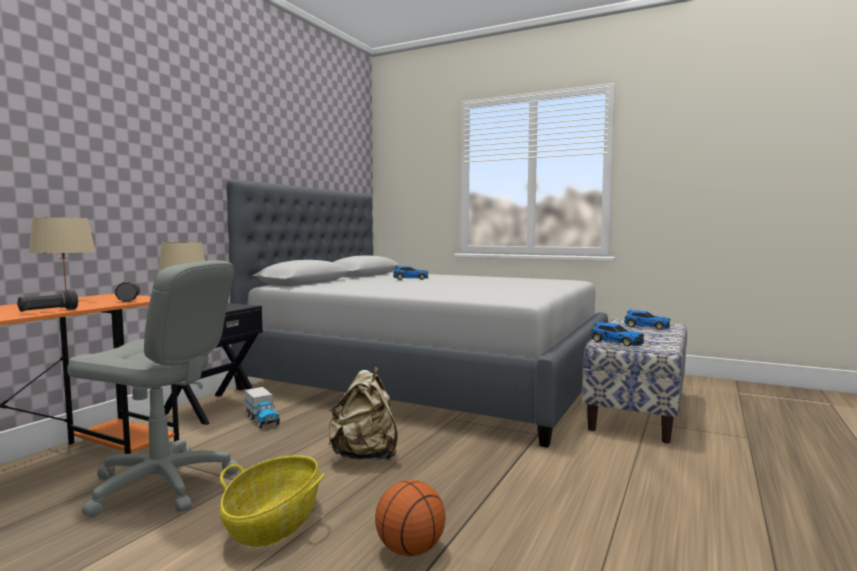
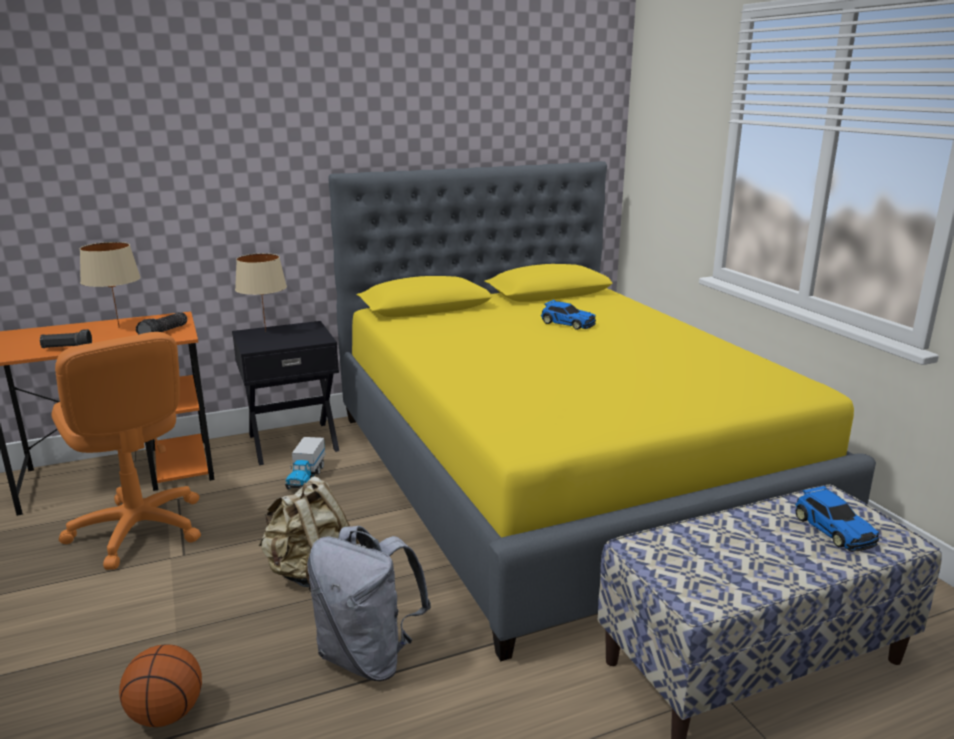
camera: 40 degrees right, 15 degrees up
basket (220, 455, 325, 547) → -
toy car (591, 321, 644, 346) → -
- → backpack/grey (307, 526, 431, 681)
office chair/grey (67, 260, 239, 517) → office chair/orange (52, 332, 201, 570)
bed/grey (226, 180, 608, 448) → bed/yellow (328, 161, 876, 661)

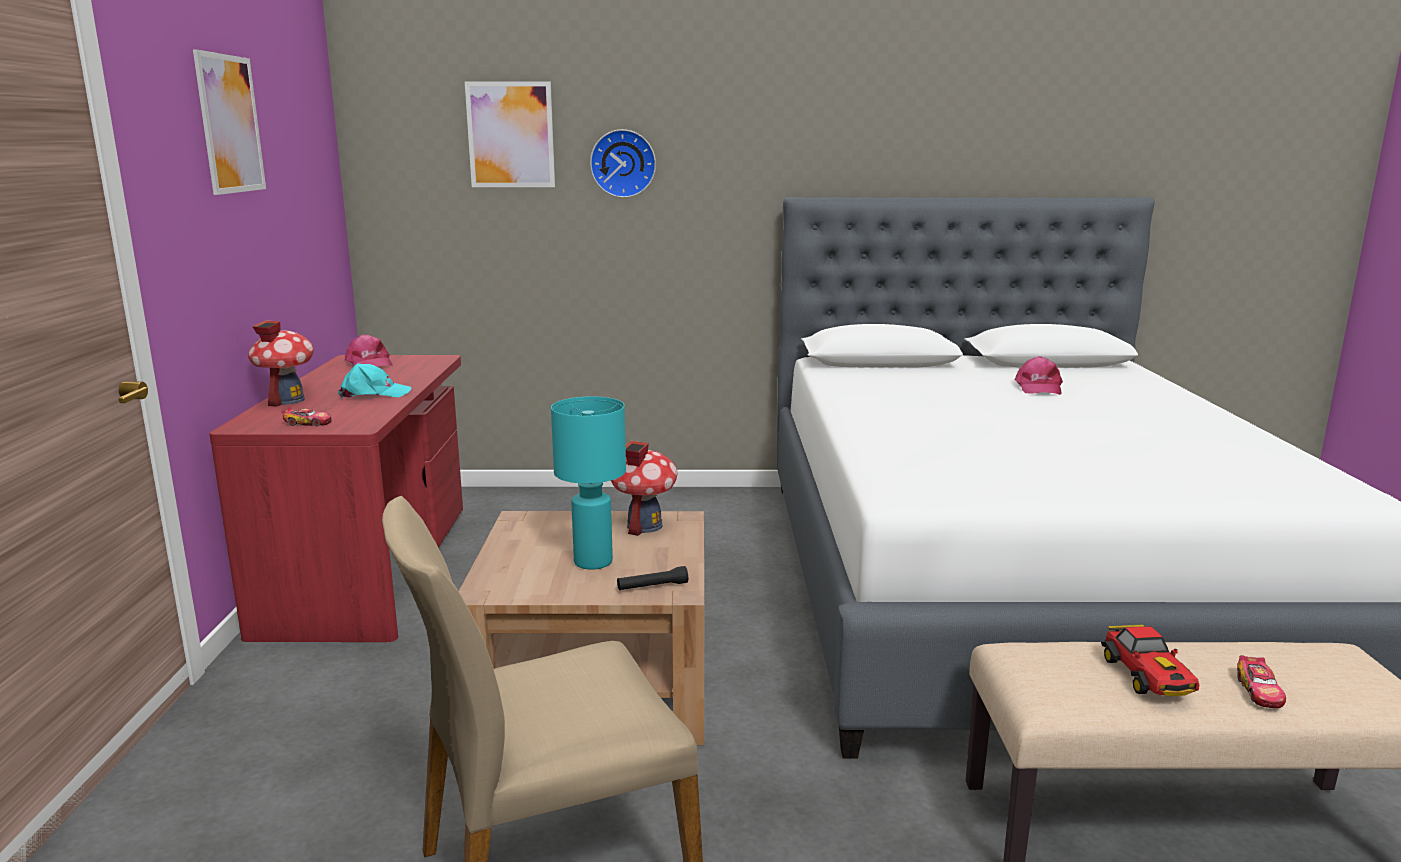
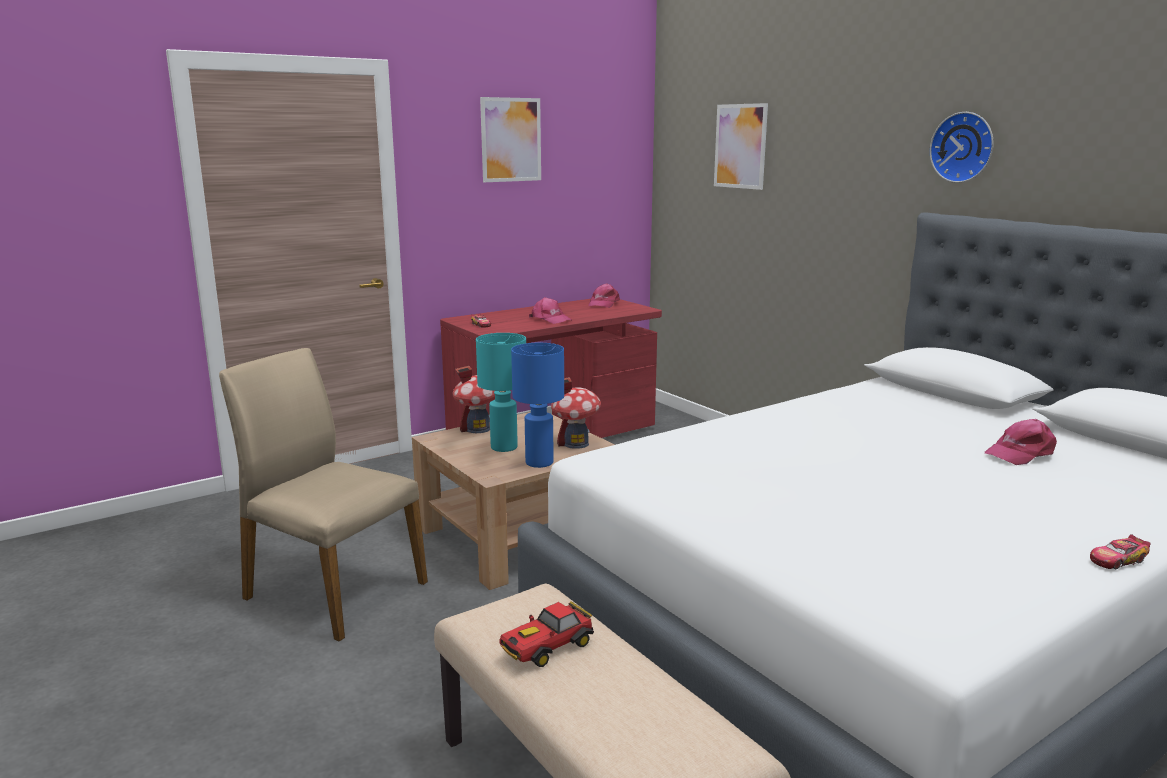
camera: 55 degrees right, 0 degrees up
flashlight/black (617, 566, 688, 590) → -
- → table lamp/blue (511, 343, 564, 468)
toy house (248, 320, 314, 407) → toy house (453, 366, 495, 433), moved
wall clock (590, 129, 656, 198) → wall clock (930, 112, 994, 183), moved
toy car (1237, 655, 1286, 708) → toy car (1090, 534, 1151, 570), moved
cap/turquoise (338, 363, 412, 398) → cap/pink (529, 297, 572, 324)

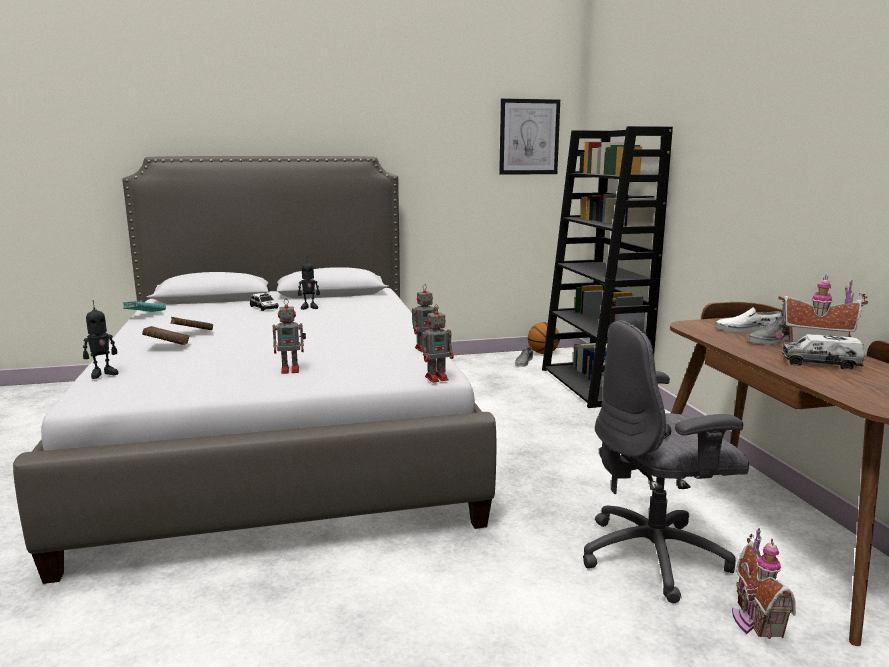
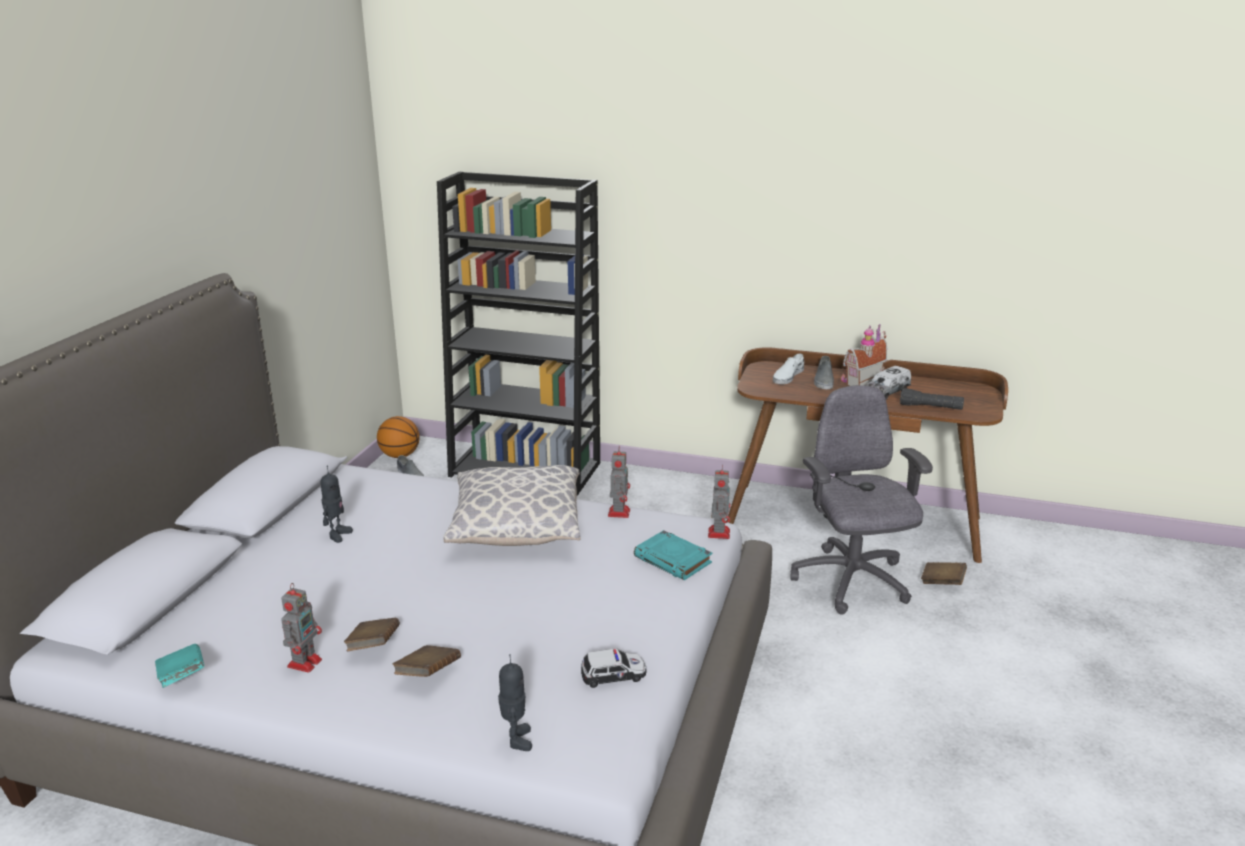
camera: 60 degrees left, 10 degrees up
picture (499, 98, 560, 175) → -
- → pillow (443, 465, 581, 546)
- → book/turquoise (634, 530, 712, 580)
- → flashlight/black (899, 388, 964, 410)
toy car (250, 293, 279, 311) → toy car (581, 648, 647, 688), moved
toy robot (273, 301, 306, 374) → toy robot (281, 583, 322, 673), moved
toy house (732, 528, 796, 639) → book/brown (921, 562, 967, 585)
office chair/grey (583, 320, 749, 603) → office chair/grey (790, 385, 933, 615), 150 degrees clockwise

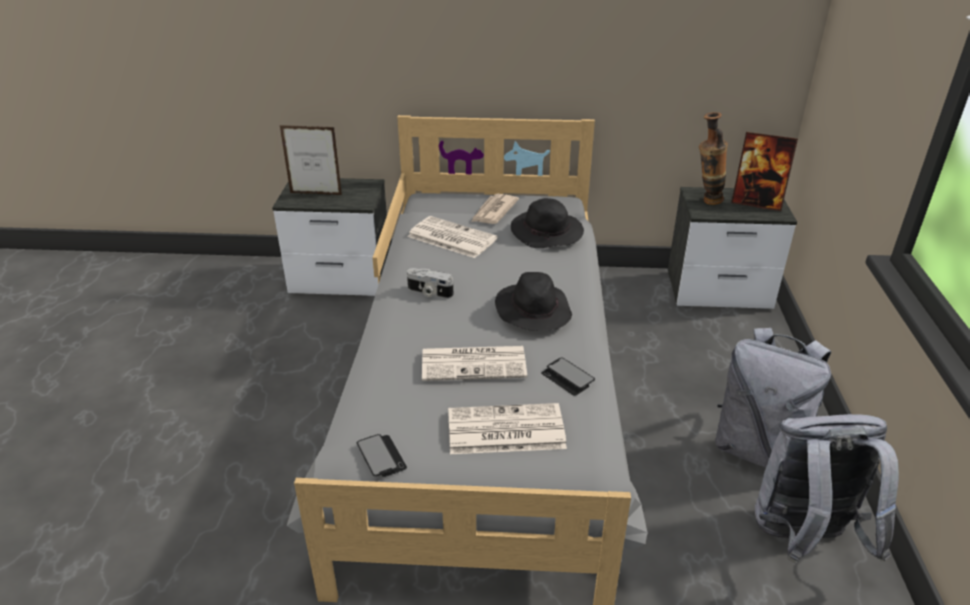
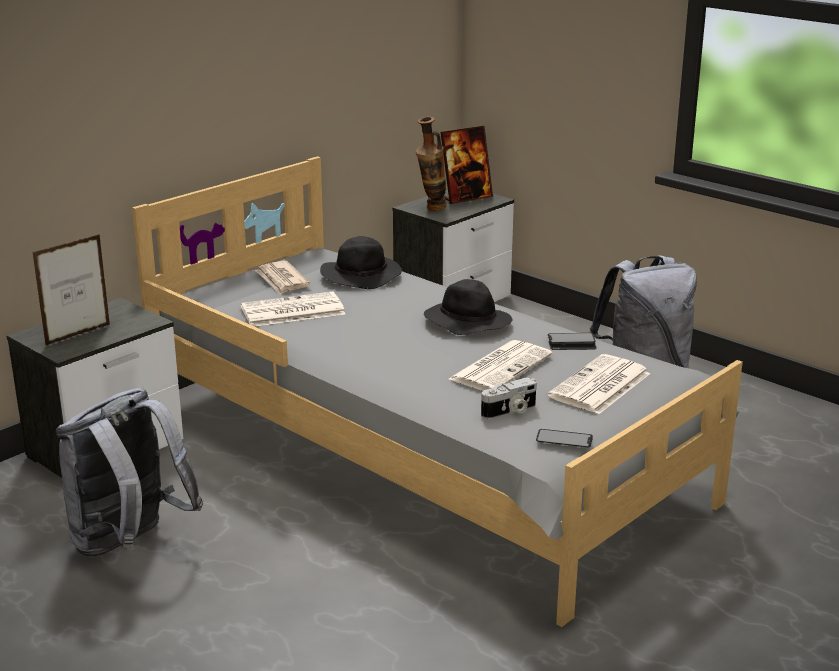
camera: 50 degrees left, 10 degrees down
photo camera (407, 268, 454, 299) → photo camera (481, 377, 537, 419), moved
backpack/grey (755, 414, 899, 563) → backpack/grey (56, 387, 203, 557), moved

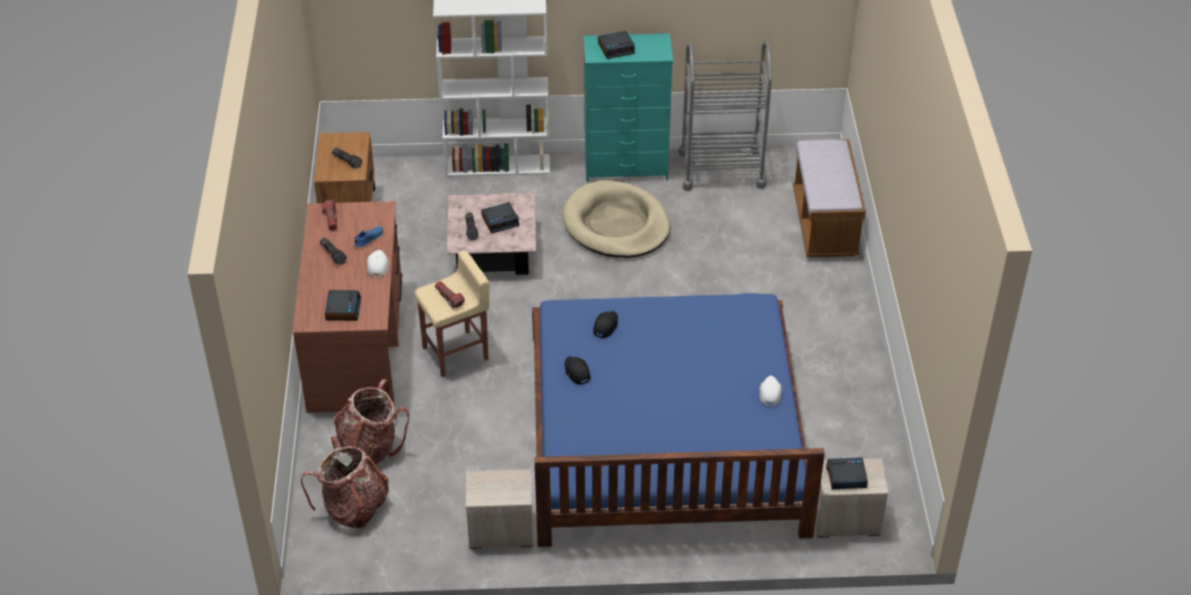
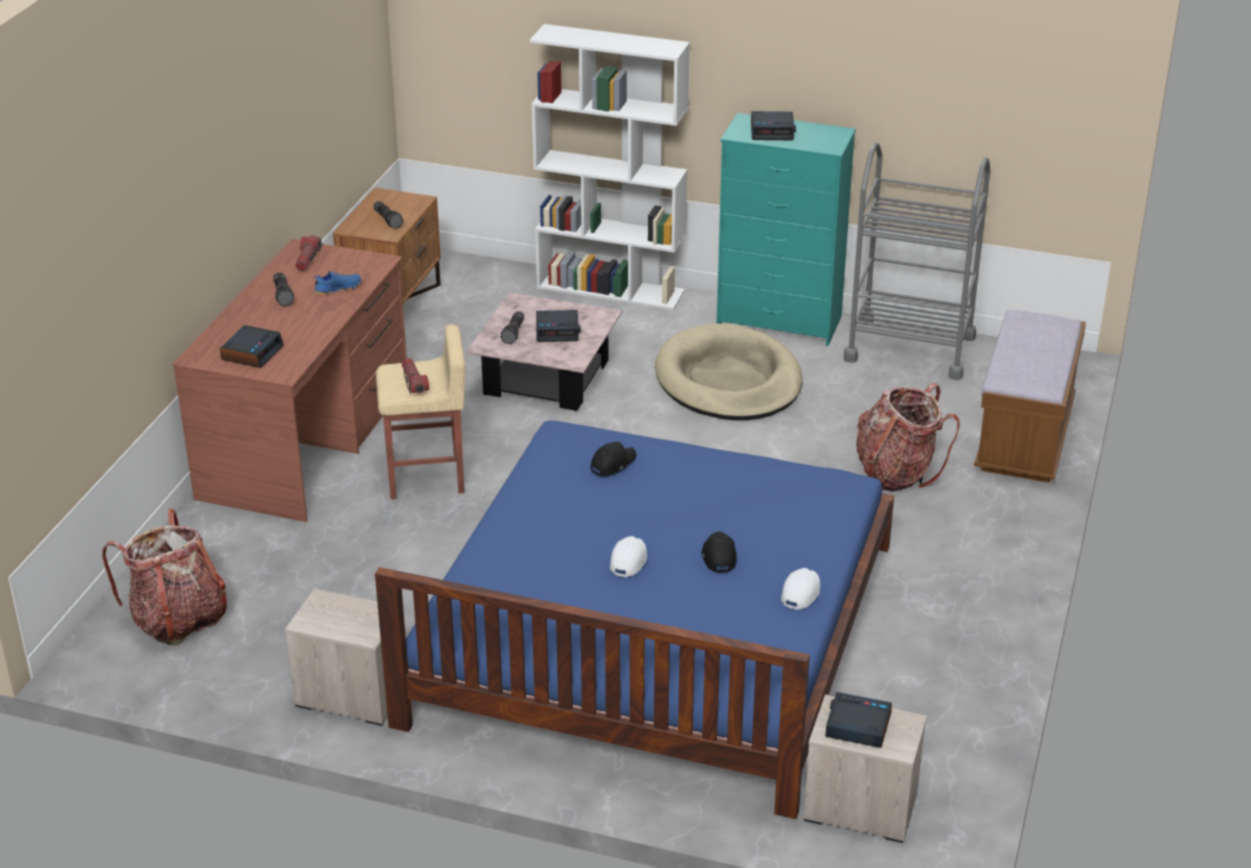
camera: 20 degrees right, 10 degrees down
backpack (334, 379, 409, 465) → backpack (856, 383, 960, 492), moved
cap/white (367, 250, 389, 278) → cap/white (610, 536, 647, 577), moved
cap/black (565, 356, 590, 385) → cap/black (702, 531, 737, 572), moved

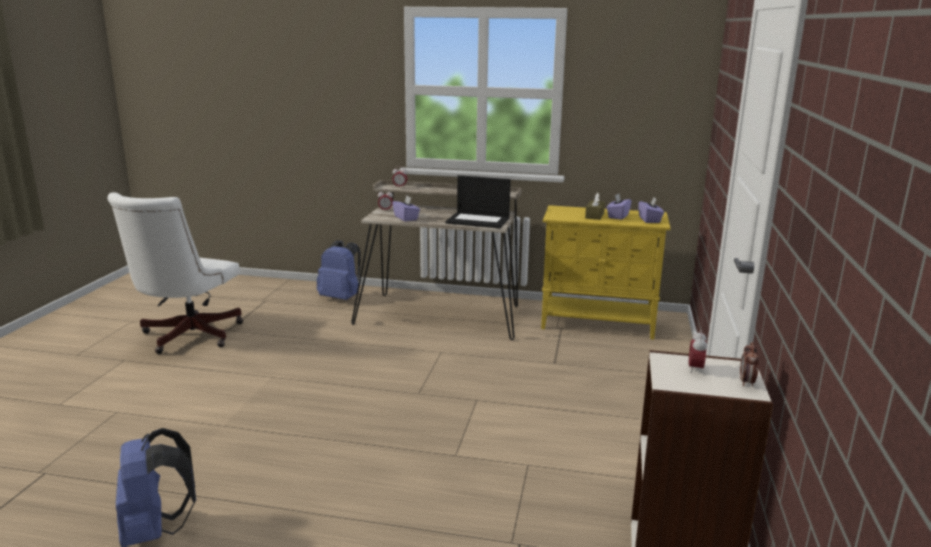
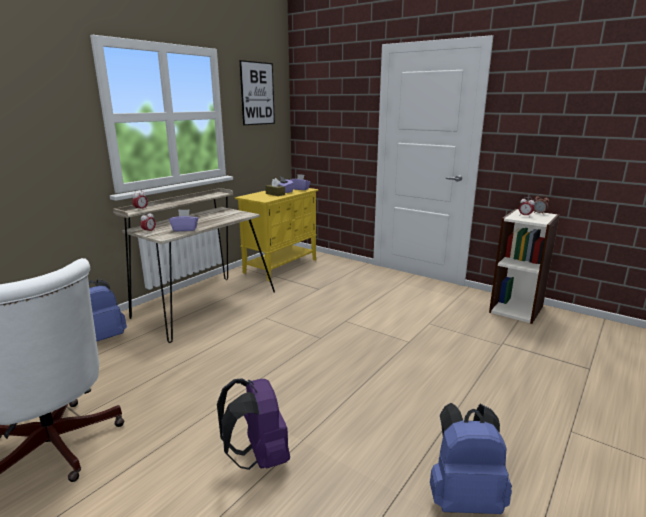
camera: 65 degrees left, 0 degrees up
laptop (445, 175, 511, 229) → -
- → backpack/purple (217, 378, 290, 470)
- → picture (240, 60, 275, 125)

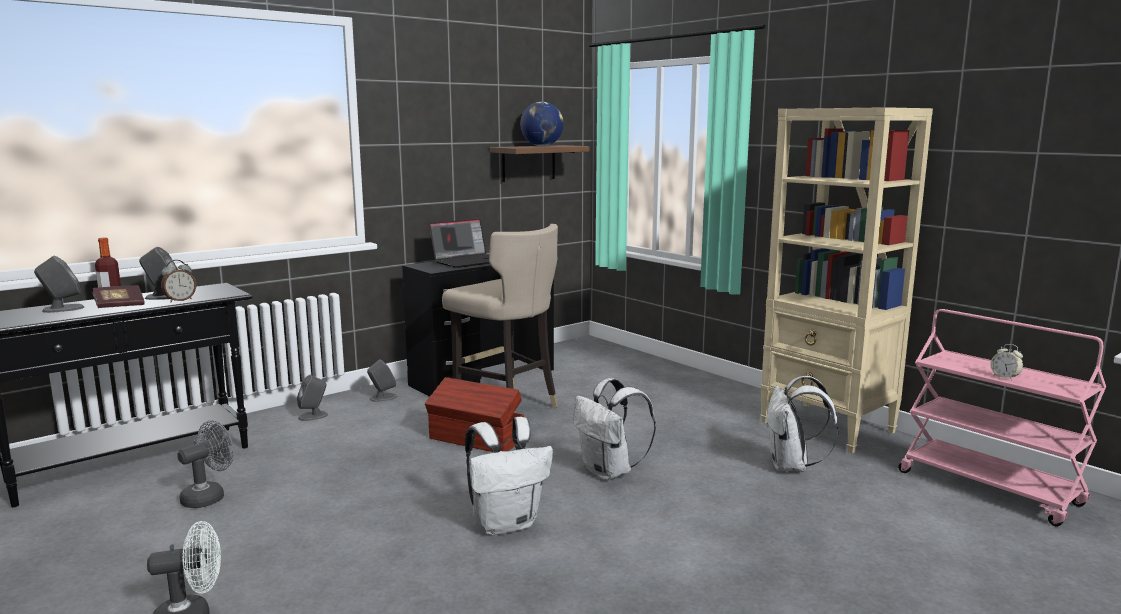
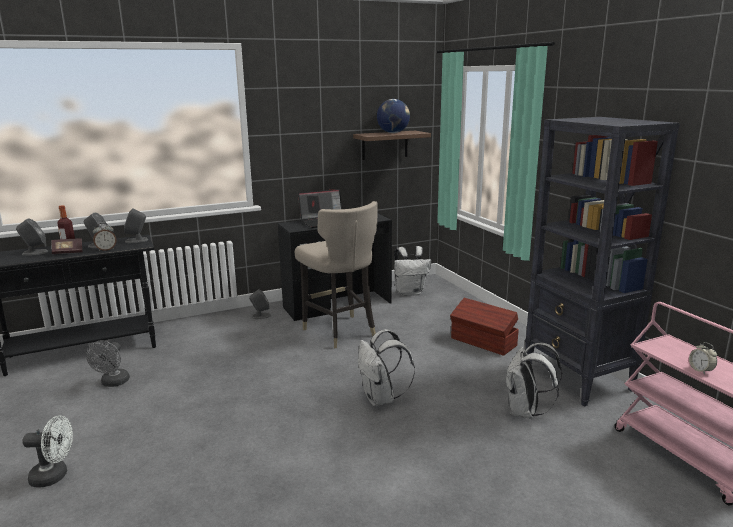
camera: 15 degrees right, 5 degrees up
speaker/grey (297, 375, 328, 421) → speaker/grey (124, 209, 148, 243), moved
storage box/brown (425, 377, 524, 452) → storage box/brown (450, 298, 519, 356), moved
backpack/white (465, 417, 553, 535) → backpack/white (394, 246, 431, 296), moved
bookcase/beige (760, 107, 933, 453) → bookcase/black (525, 117, 680, 407)
fan/grey (177, 420, 234, 508) → fan/grey (86, 341, 130, 387), 135 degrees clockwise

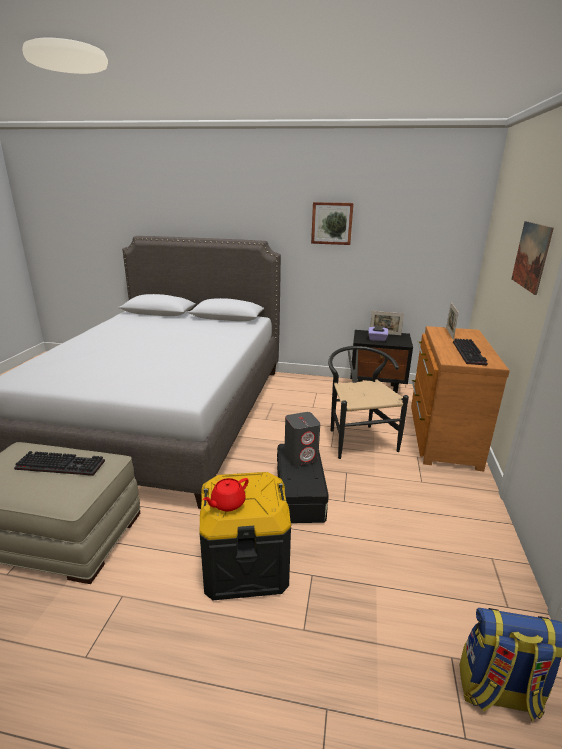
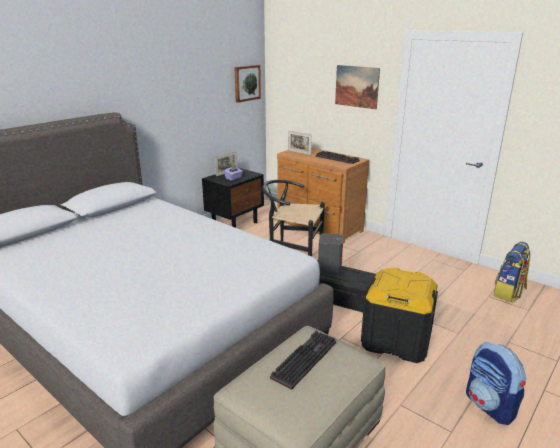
camera: 60 degrees left, 0 degrees up
teapot/red (203, 478, 249, 511) → -
- → backpack (466, 342, 526, 425)
picture (311, 202, 354, 245) → picture (234, 65, 261, 102), moved

